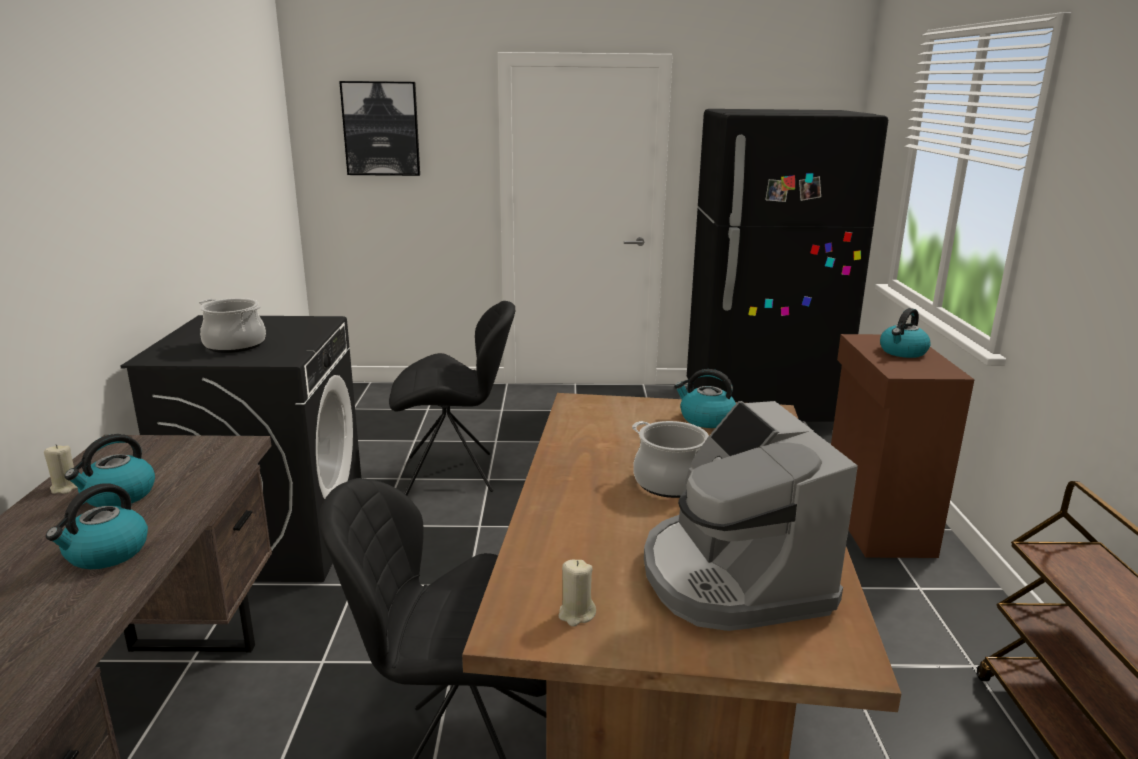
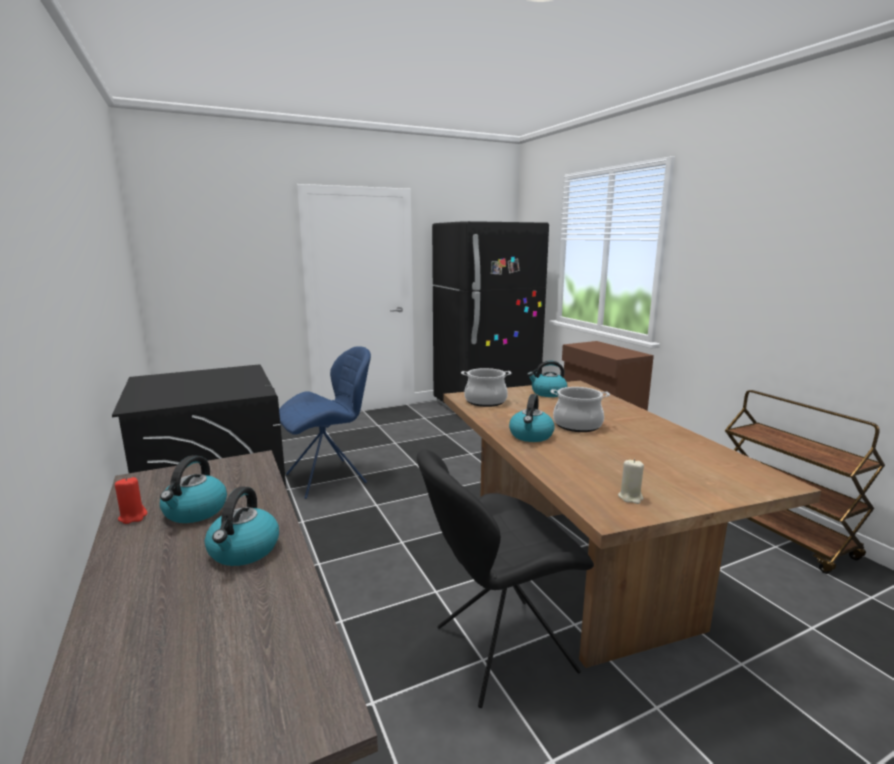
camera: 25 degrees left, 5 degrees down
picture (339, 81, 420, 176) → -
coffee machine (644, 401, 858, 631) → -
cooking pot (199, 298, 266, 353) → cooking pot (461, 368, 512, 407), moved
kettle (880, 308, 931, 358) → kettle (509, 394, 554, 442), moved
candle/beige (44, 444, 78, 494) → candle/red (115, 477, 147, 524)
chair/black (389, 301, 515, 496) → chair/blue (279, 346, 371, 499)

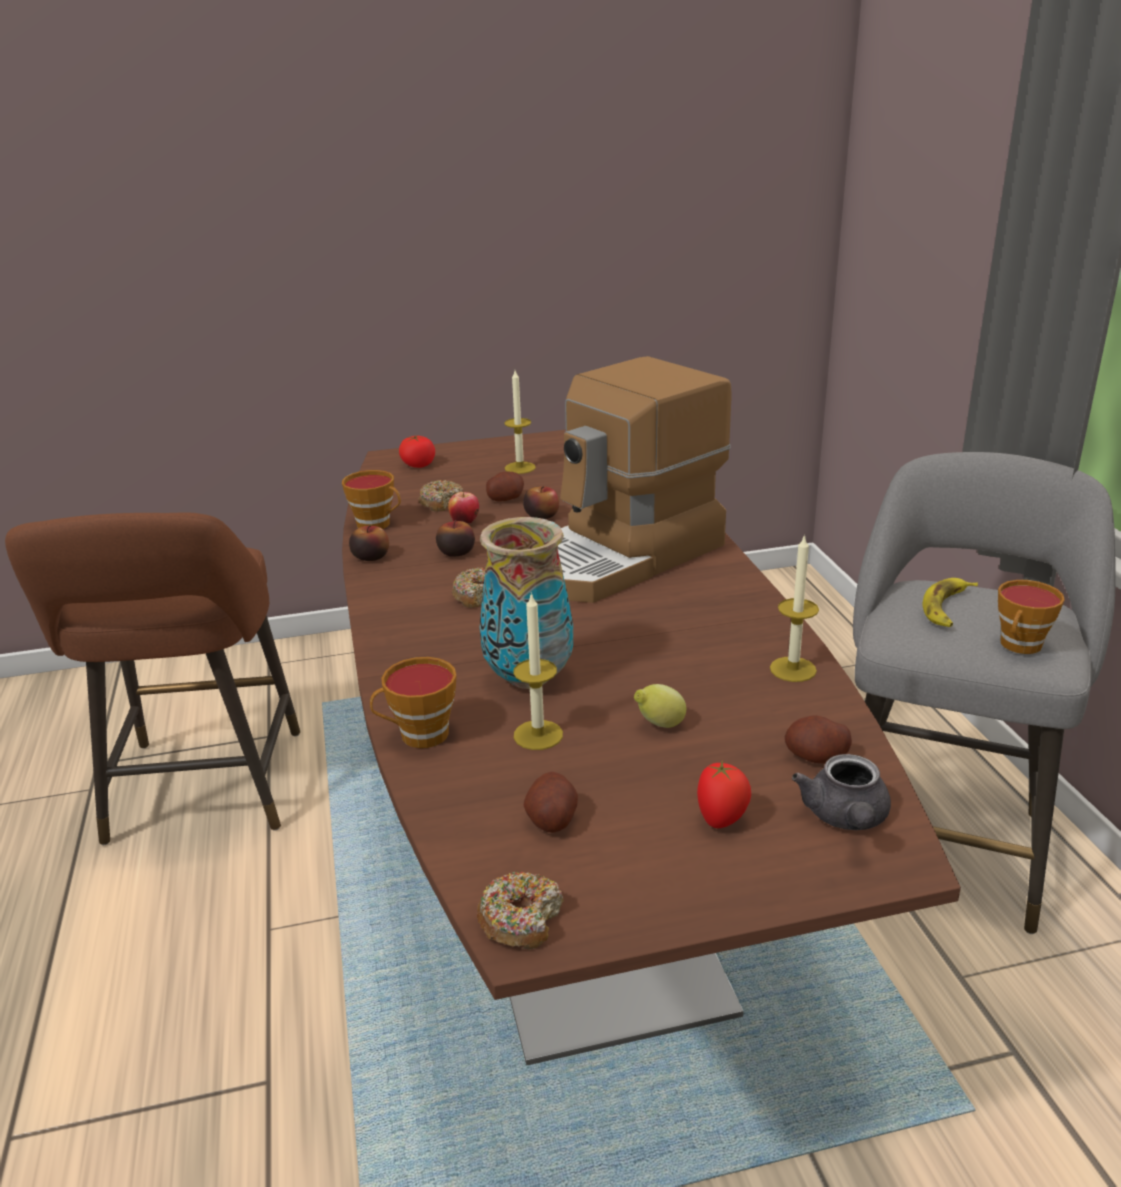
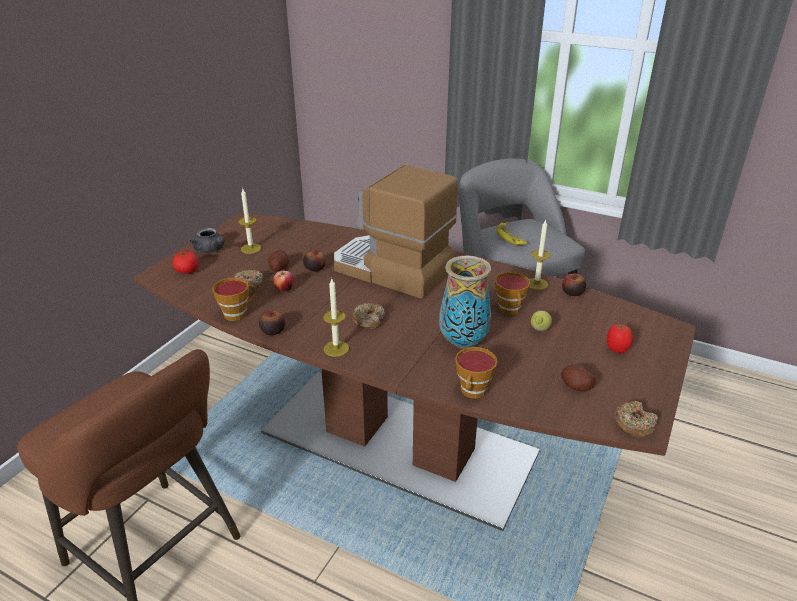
camera: 50 degrees left, 5 degrees up
potato (785, 715, 852, 763) → -
apple (436, 520, 475, 557) → apple (562, 274, 586, 296), moved
candle (513, 592, 563, 750) → candle (323, 279, 349, 357), moved
teapot/grey (792, 754, 891, 830) → teapot/grey (189, 228, 225, 253), moved
cup (998, 580, 1065, 654) → cup (495, 272, 530, 315), moved
coffee machine (558, 356, 732, 603) → coffee machine (334, 165, 458, 299), 120 degrees clockwise

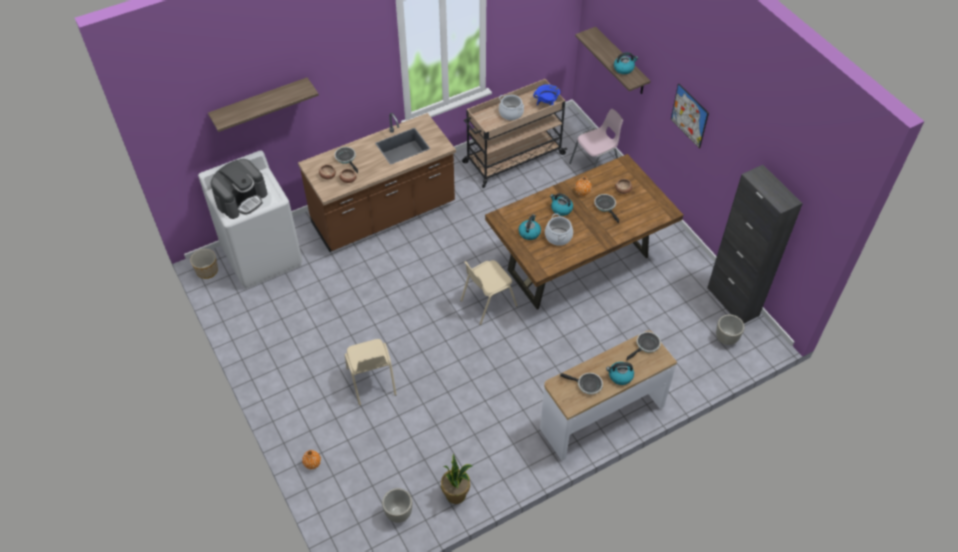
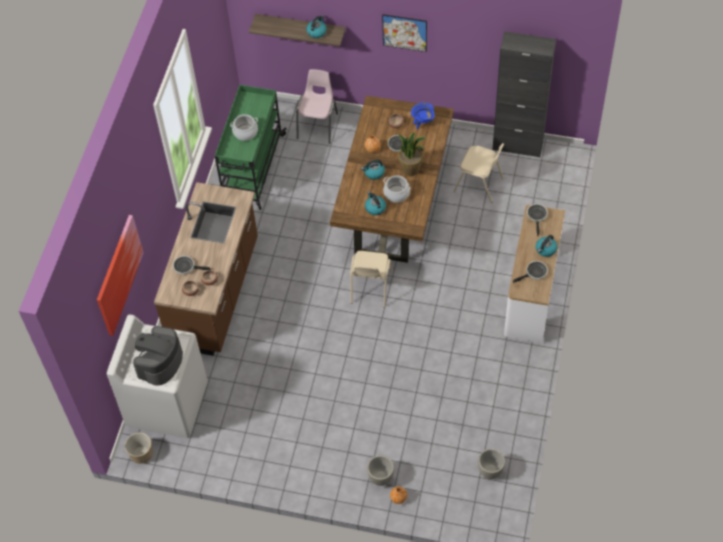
camera: 45 degrees left, 5 degrees up
chair/beige (345, 339, 397, 406) → chair/beige (453, 143, 504, 203), moved
potted plant (441, 454, 472, 504) → potted plant (398, 133, 426, 176), moved
cooking pot/blue (533, 84, 560, 106) → cooking pot/blue (411, 102, 435, 130), moved
planter/grey (716, 315, 745, 345) → planter/grey (367, 455, 394, 486), moved
shelf (208, 77, 319, 132) → picture (97, 215, 144, 336)
cart/beige (462, 79, 567, 188) → cart/green (215, 85, 287, 210)
coffee machine (211, 159, 267, 219) → coffee machine (133, 326, 183, 386), 150 degrees counterclockwise

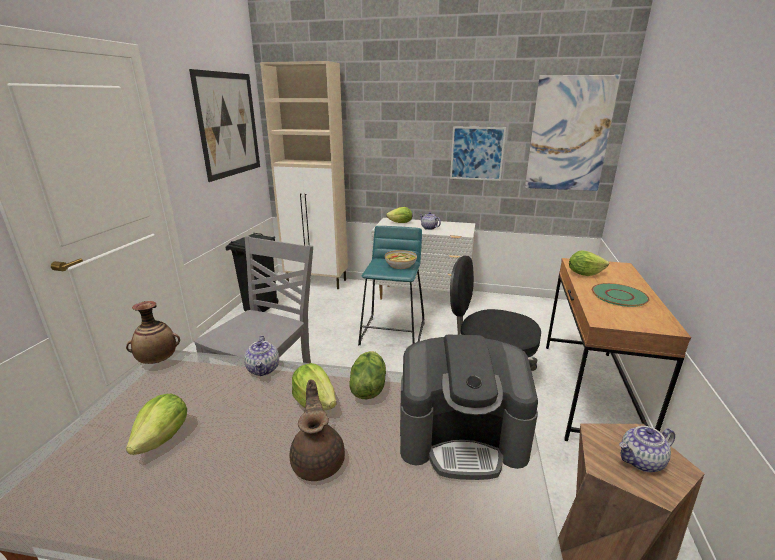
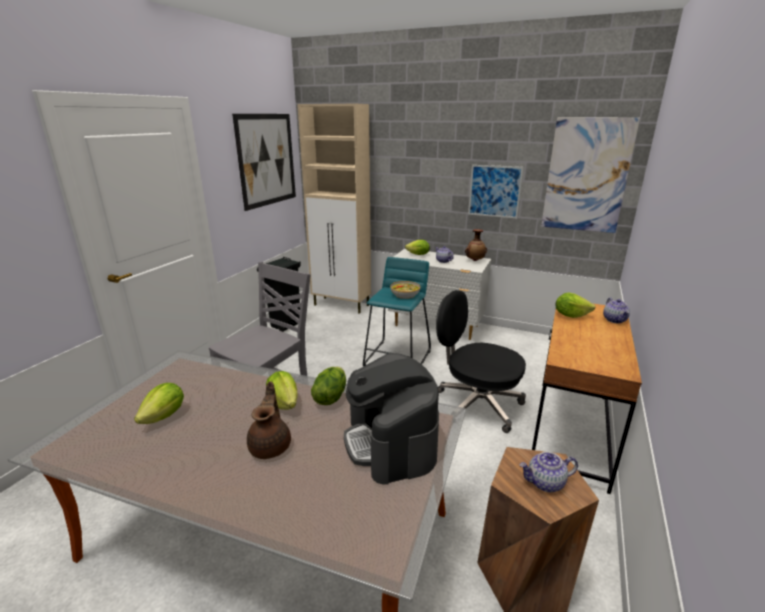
camera: 10 degrees right, 0 degrees up
plate/green (592, 283, 650, 307) → -
vase (126, 301, 180, 364) → vase (465, 229, 487, 261), moved
teapot (244, 336, 279, 376) → teapot (603, 298, 630, 323), moved
coffee machine (400, 335, 538, 480) → coffee machine (344, 353, 439, 485), 60 degrees clockwise

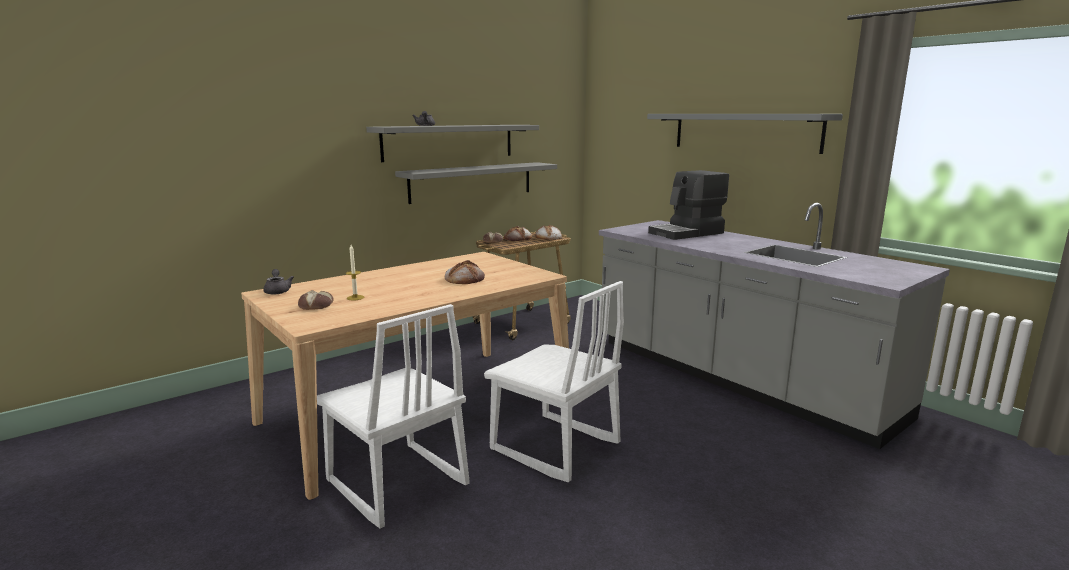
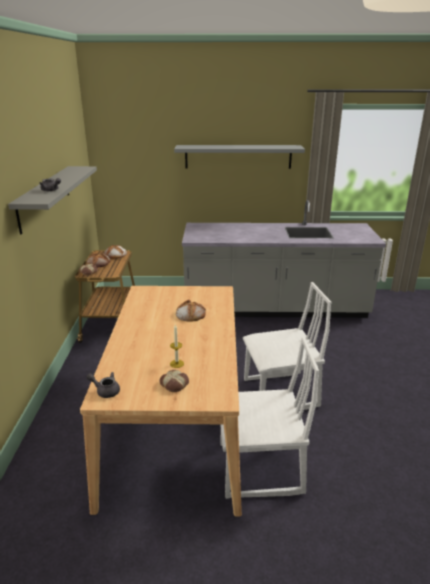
camera: 50 degrees left, 10 degrees up
shelf/grey (395, 162, 557, 204) → -
coffee machine (648, 170, 729, 240) → -

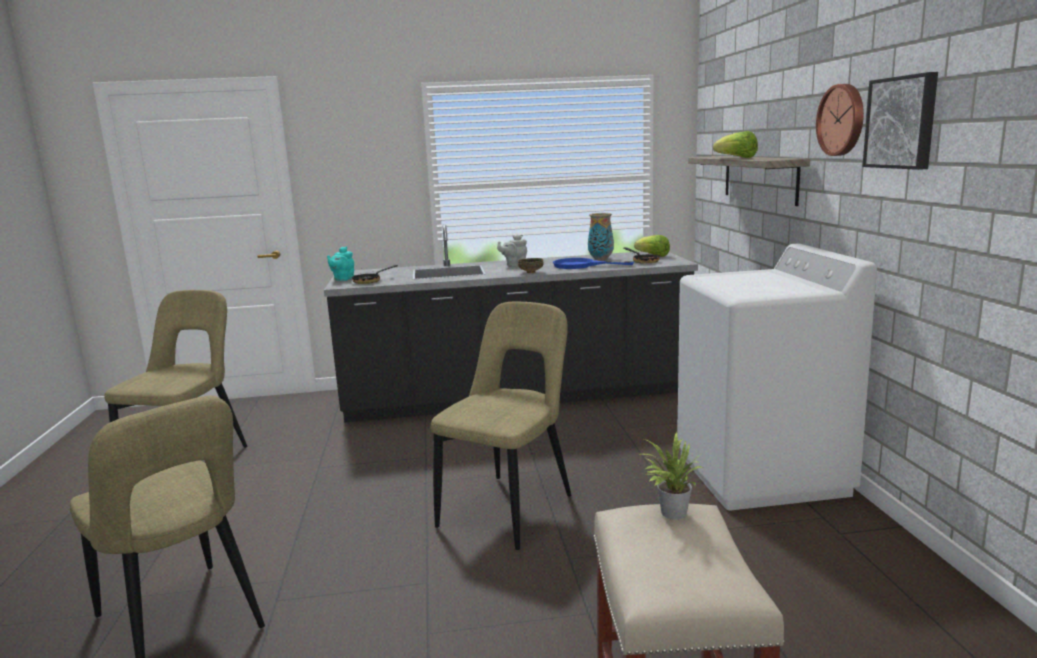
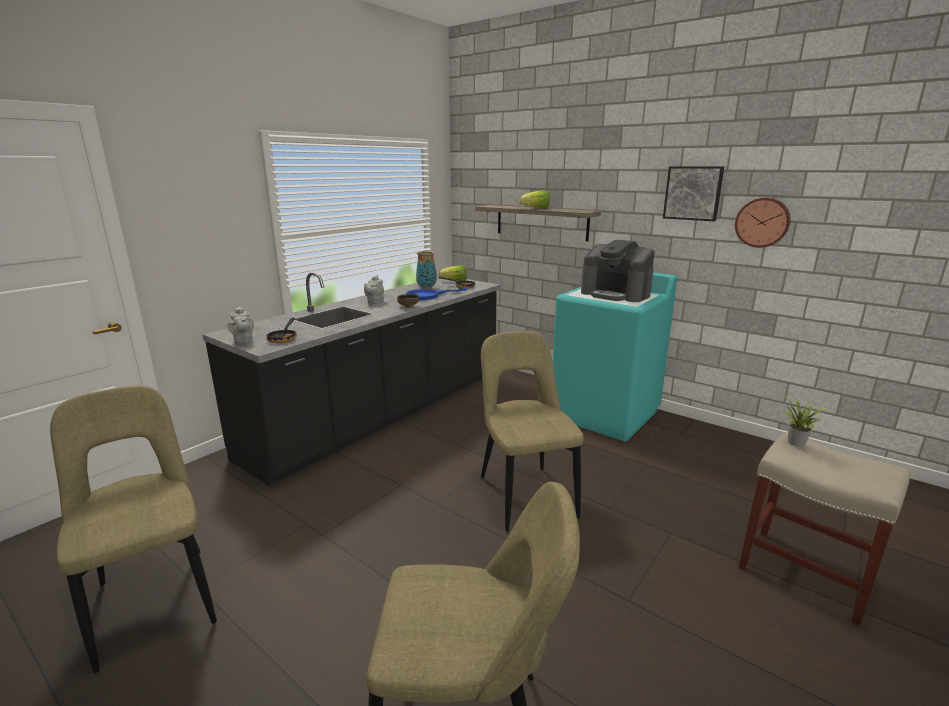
camera: 45 degrees left, 5 degrees up
- → coffee machine (581, 240, 654, 302)
wall clock (816, 84, 864, 156) → wall clock (735, 197, 791, 248), moved
teapot/turquoise (327, 247, 354, 281) → teapot/grey (227, 306, 254, 344)
washing machine/white (677, 243, 877, 510) → washing machine/turquoise (553, 272, 677, 441)

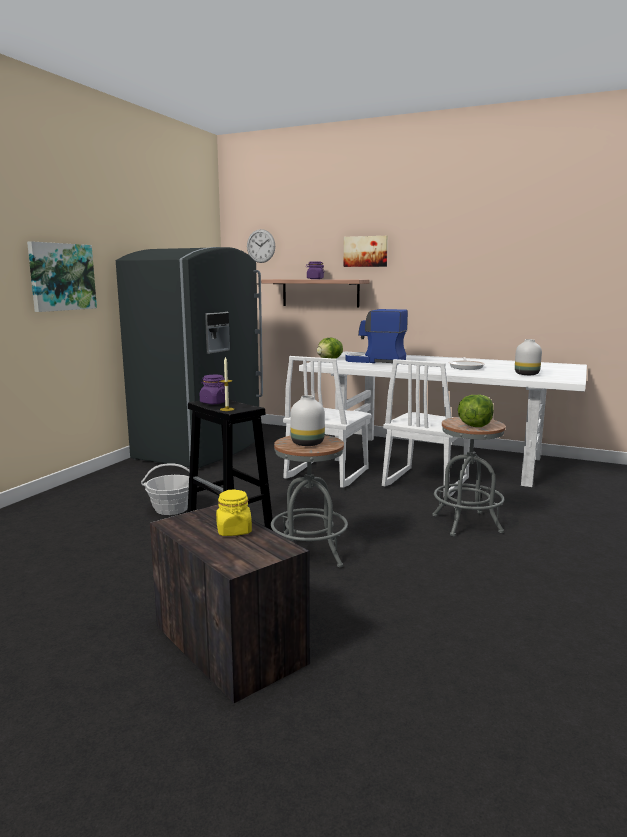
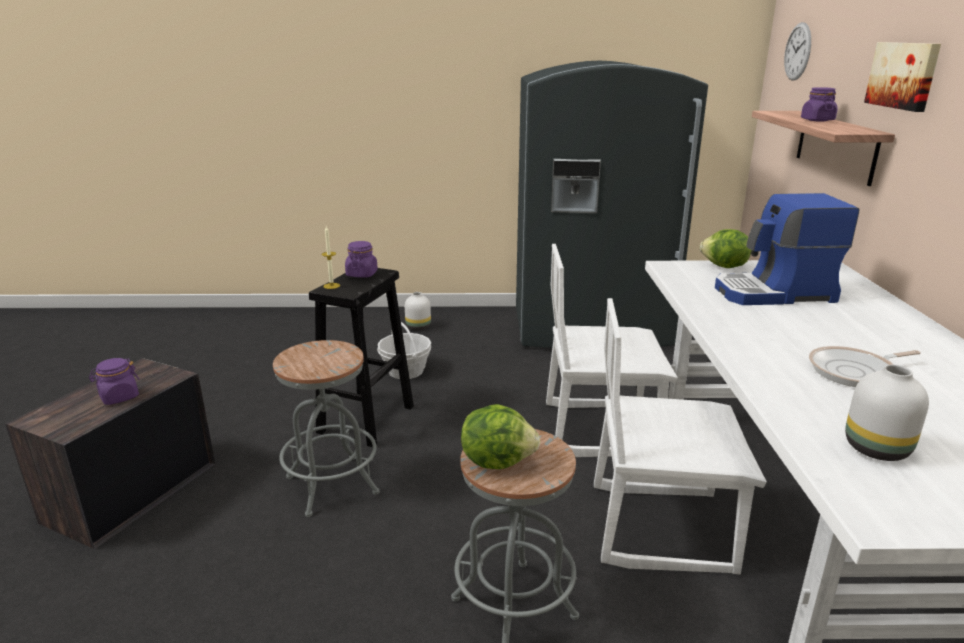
camera: 65 degrees right, 10 degrees up
picture (27, 241, 97, 312) → -
vase/white (290, 395, 325, 446) → vase/white (405, 292, 431, 330), moved
jar/yellow (216, 489, 252, 536) → jar/purple (89, 358, 139, 405)
coffee machine (345, 309, 408, 365) → coffee machine (715, 193, 860, 305), 90 degrees counterclockwise

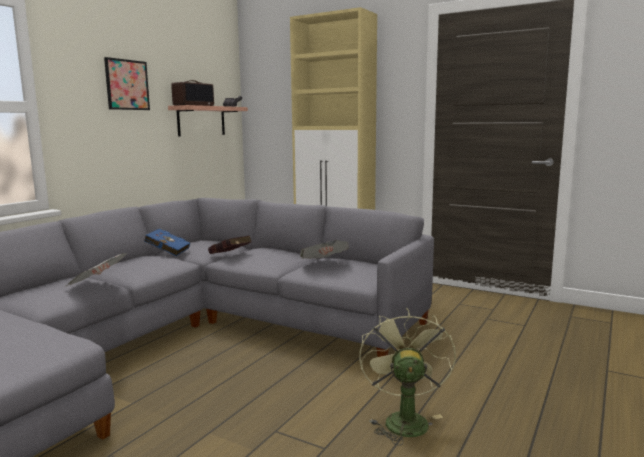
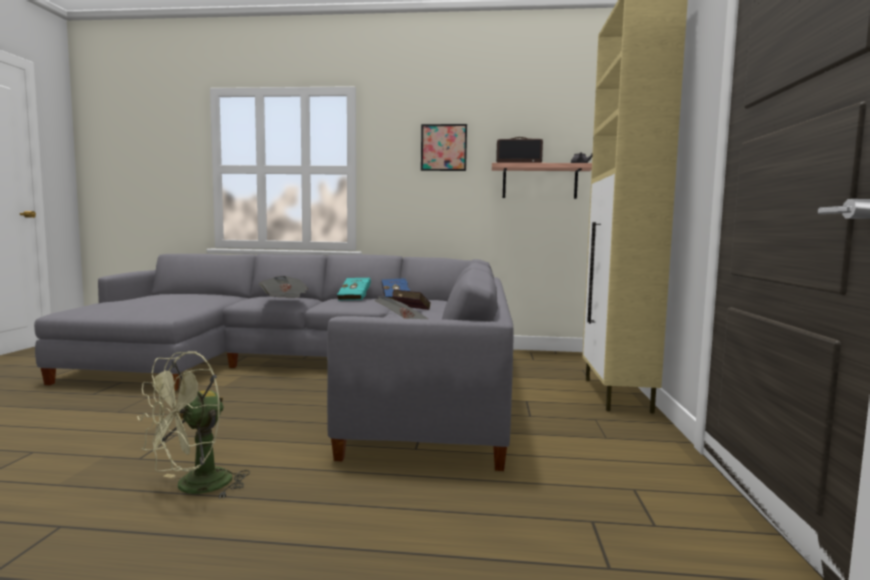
camera: 65 degrees right, 5 degrees down
- → book/turquoise (337, 278, 371, 301)
fan/green (359, 308, 456, 445) → fan/green (137, 351, 250, 499), 150 degrees clockwise

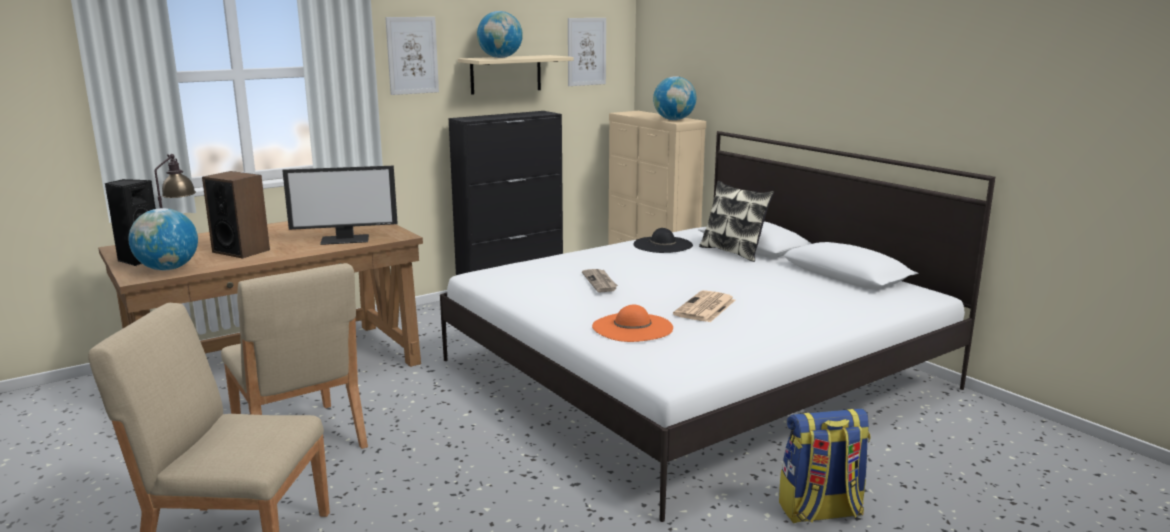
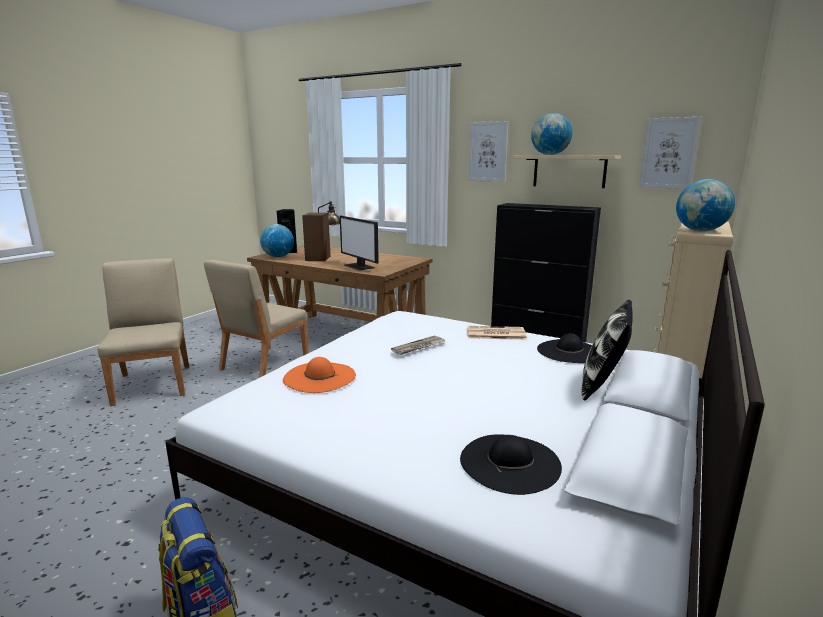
camera: 65 degrees right, 0 degrees up
- → hat/black (460, 434, 562, 495)
newspaper (673, 290, 735, 322) → newspaper (467, 326, 527, 340), moved

